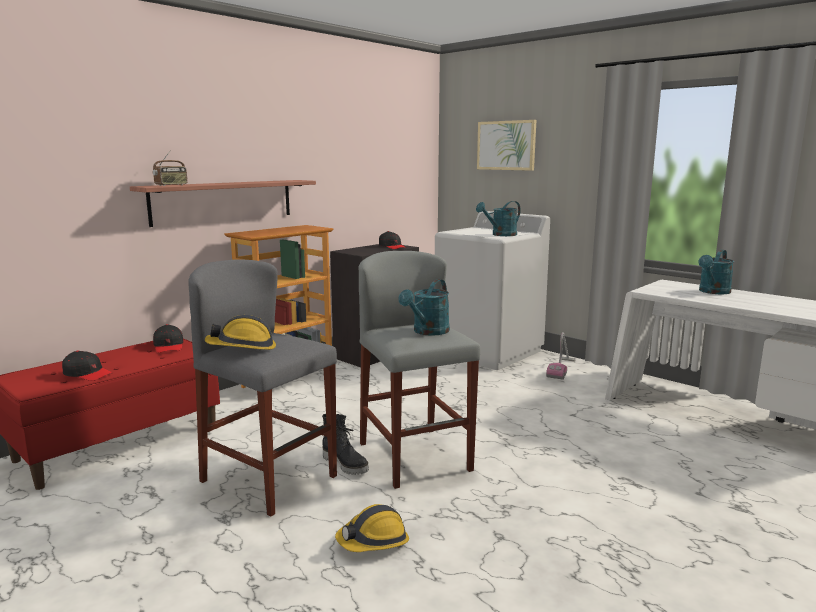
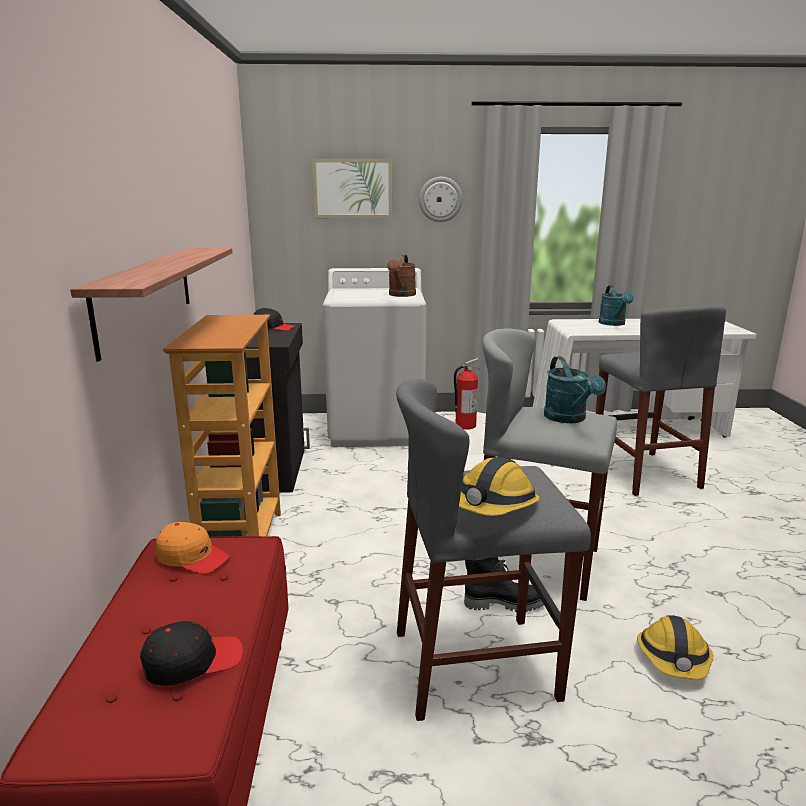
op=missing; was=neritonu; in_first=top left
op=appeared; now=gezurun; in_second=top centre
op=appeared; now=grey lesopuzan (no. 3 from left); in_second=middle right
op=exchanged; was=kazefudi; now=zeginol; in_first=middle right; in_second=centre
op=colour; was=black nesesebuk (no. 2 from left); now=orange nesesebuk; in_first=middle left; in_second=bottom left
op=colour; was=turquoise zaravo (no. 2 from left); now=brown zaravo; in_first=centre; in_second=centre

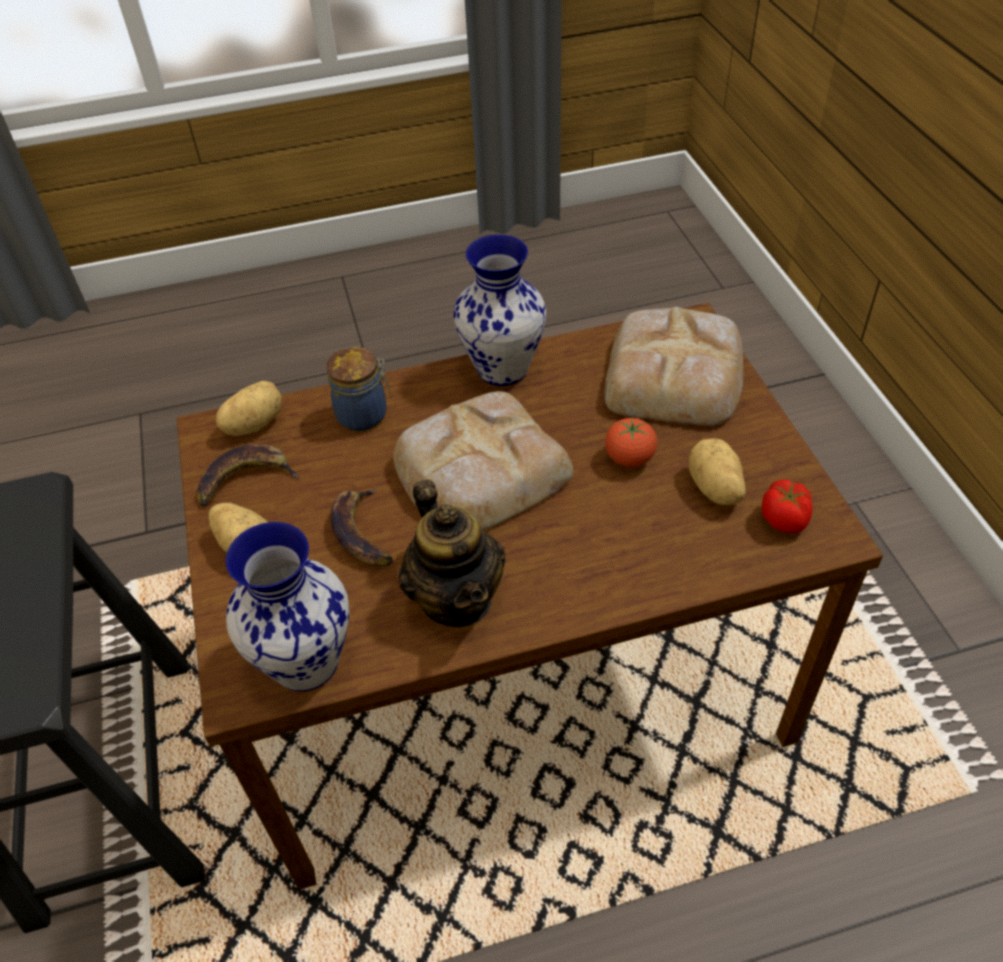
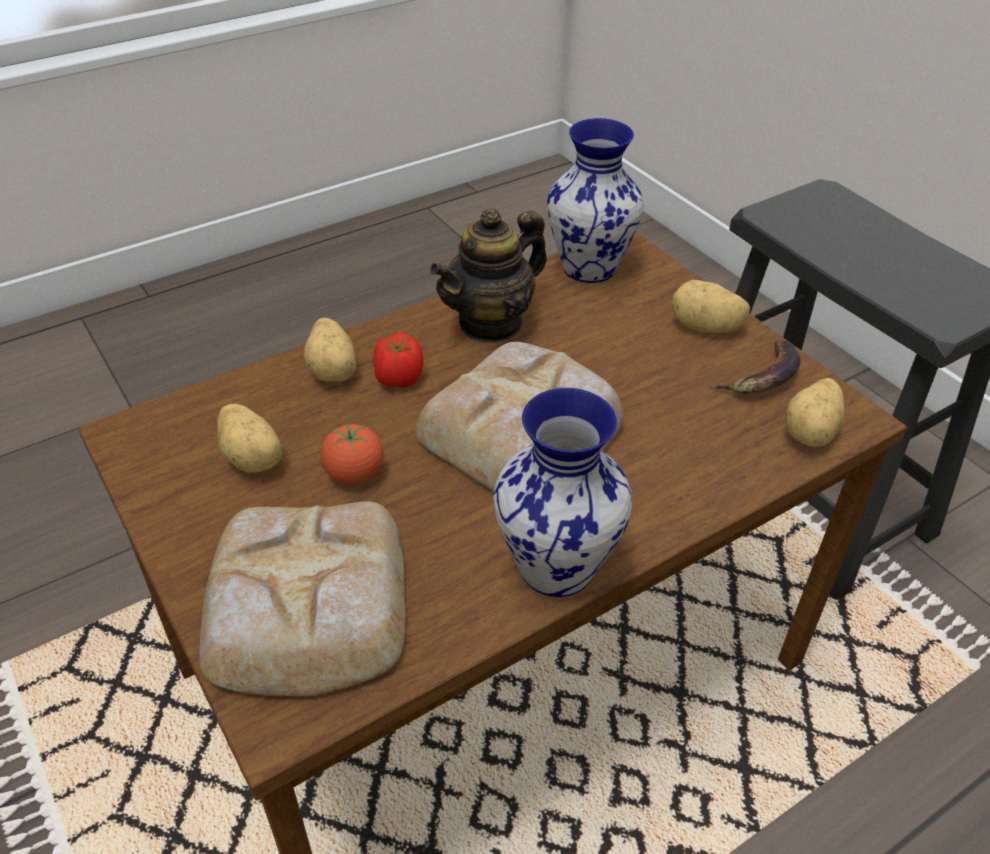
op=missing; was=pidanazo; in_first=centre
op=missing; was=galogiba (no. 2 from left); in_first=centre
op=appeared; now=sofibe (no. 2 from left); in_second=centre
op=relocated; was=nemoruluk (no. 2 from left); in_first=middle right; in_second=centre
op=spun; was=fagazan; in_first=centre; in_second=top centre; clockwise=-90

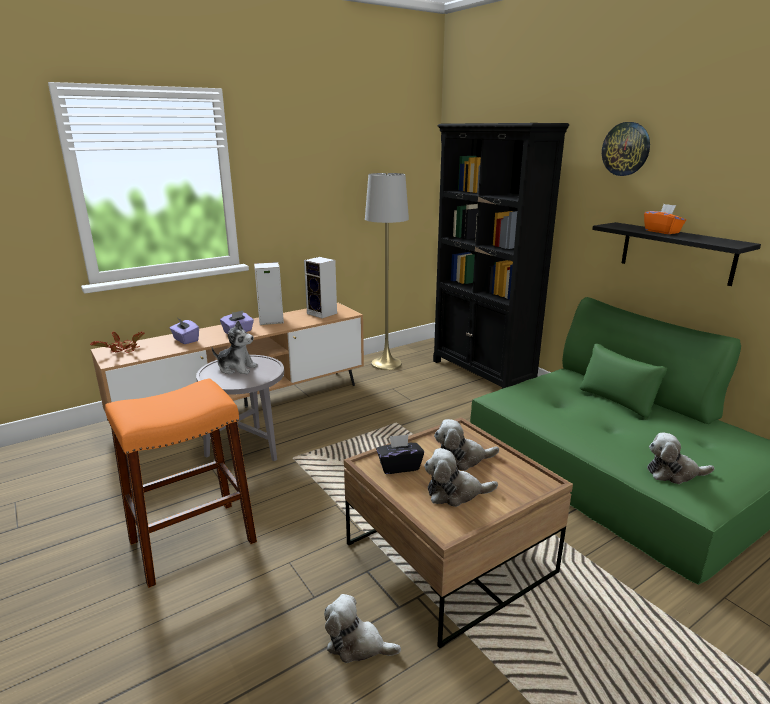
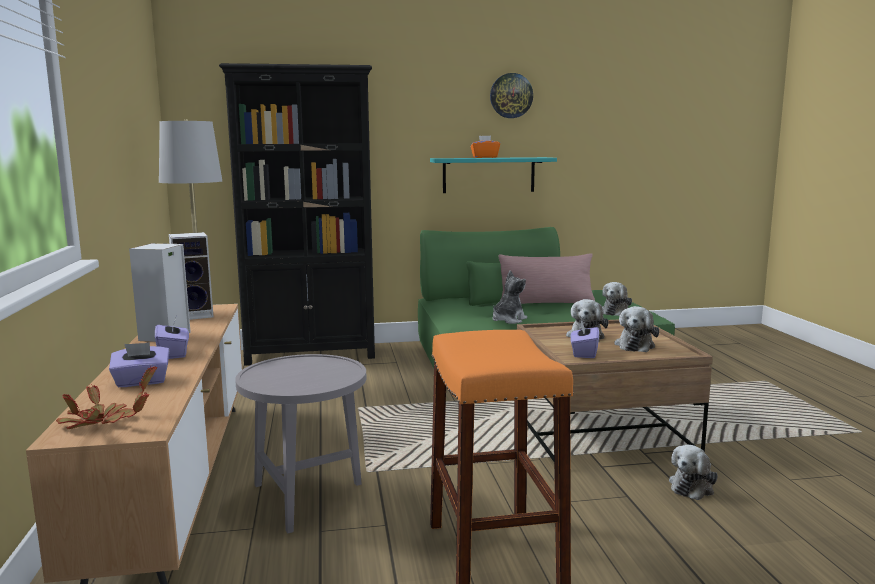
op=appeared; now=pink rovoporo; in_second=centre
op=relocated; was=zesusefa (no. 1 from left); in_first=middle left; in_second=centre
op=relocated; was=gezurun; in_first=top right; in_second=top centre
op=colour; was=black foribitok; now=purple foribitok (no. 3 from left); in_first=centre; in_second=middle right
op=colour; was=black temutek; now=turquoise temutek; in_first=middle right; in_second=top centre

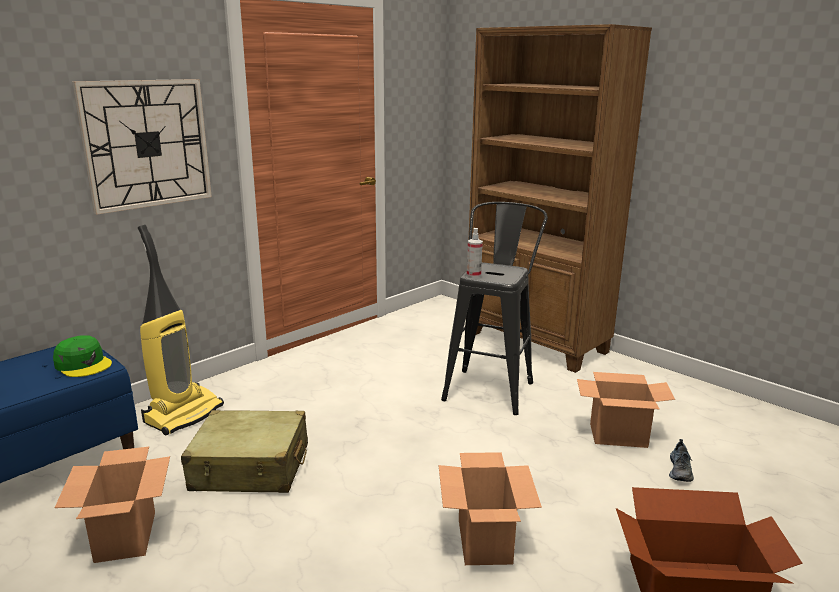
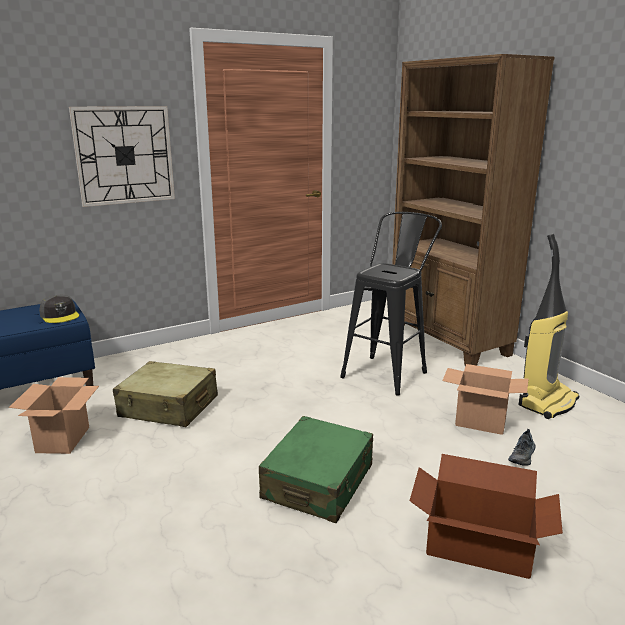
op=missing; was=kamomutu; in_first=centre
op=relocated; was=kazefudi; in_first=middle left; in_second=middle right
op=exchanged; was=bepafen (no. 2 from left); now=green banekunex; in_first=bottom centre; in_second=bottom centre
op=colour; was=green nesesebuk; now=grey nesesebuk; in_first=middle left; in_second=middle left

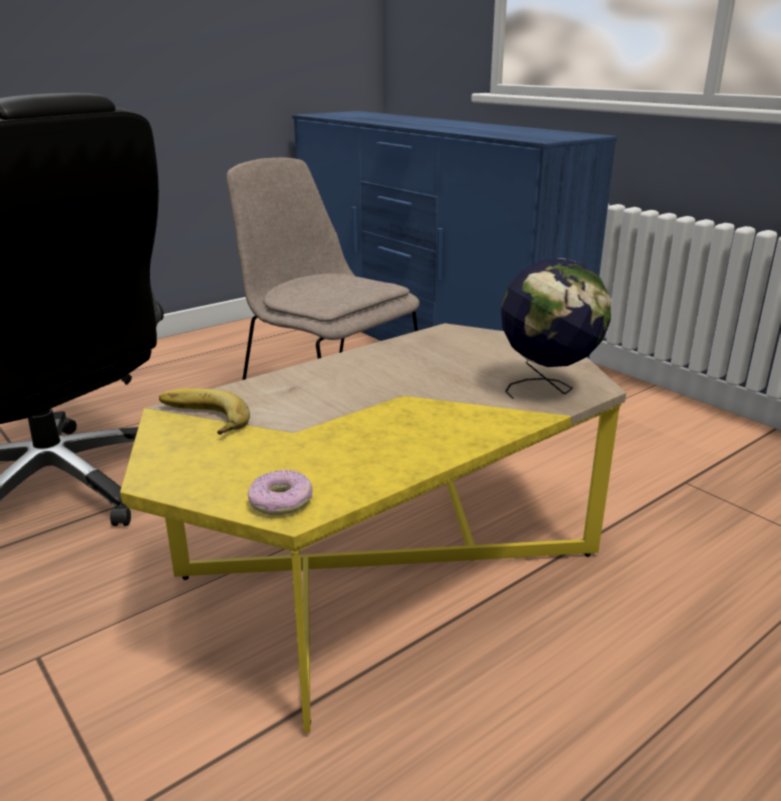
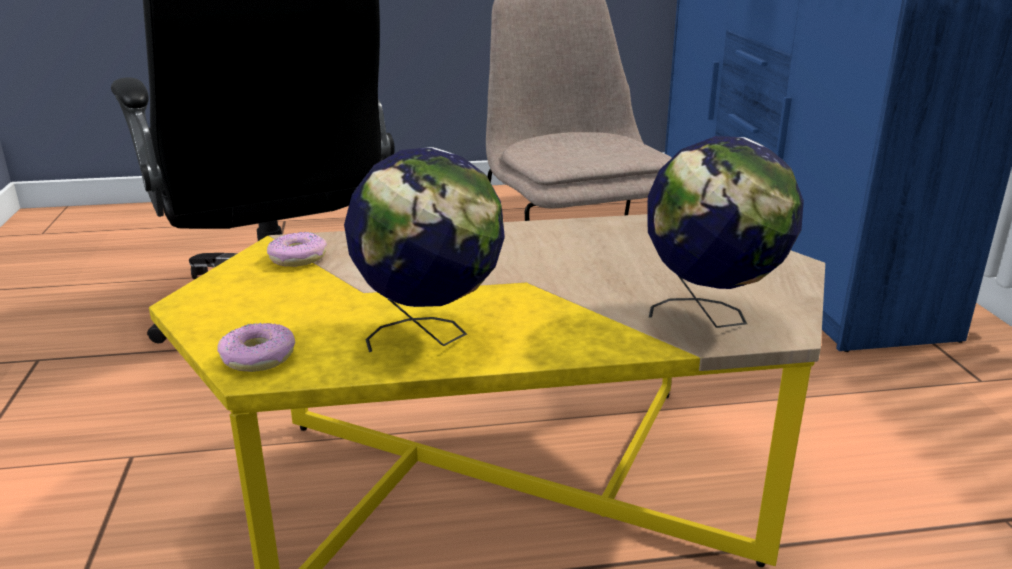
op=appeared; now=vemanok (no. 1 from left); in_second=centre
op=exchanged; was=galogiba; now=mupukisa (no. 2 from left); in_first=middle left; in_second=middle left

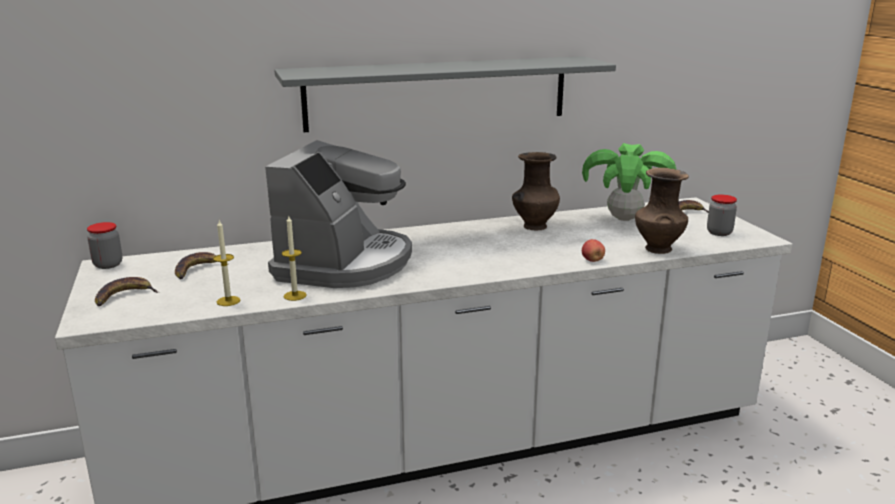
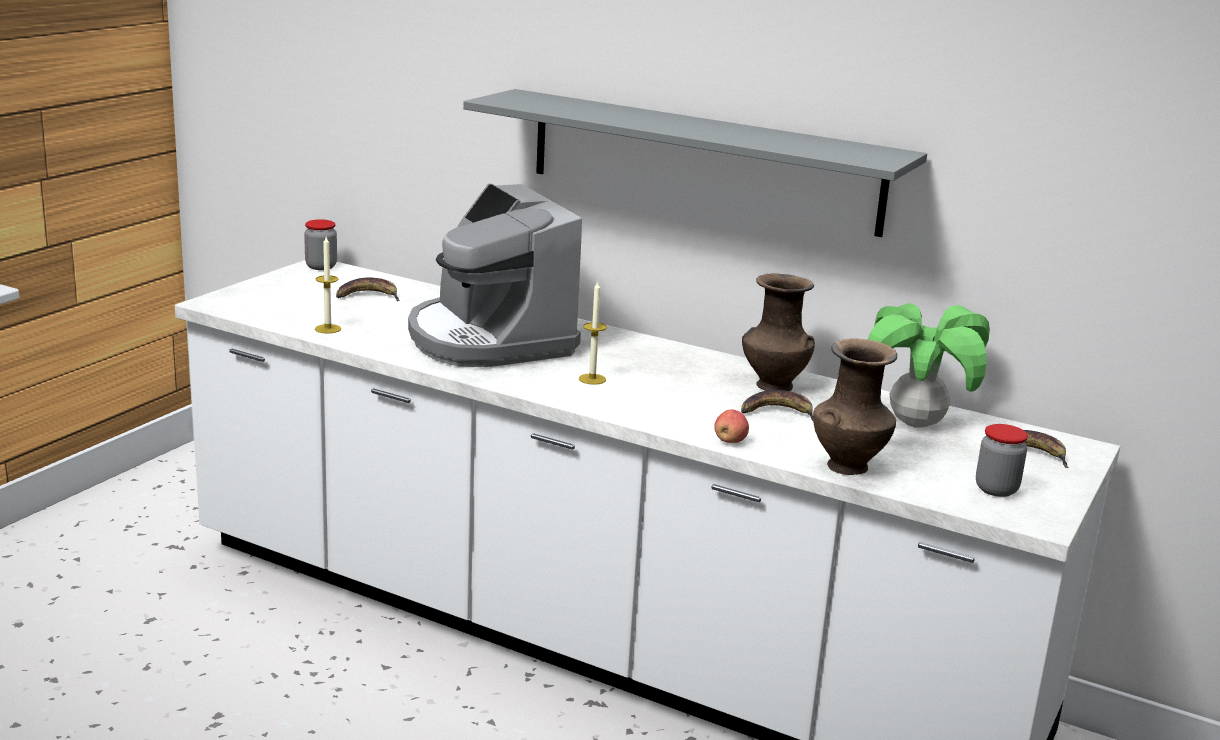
op=relocated; was=galogiba (no. 1 from left in the first image); now=galogiba (no. 2 from left); in_first=middle left; in_second=centre
op=relocated; was=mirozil (no. 2 from left); in_first=middle left; in_second=centre
op=spun; was=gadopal; in_first=centre; in_second=centre; clockwise=90

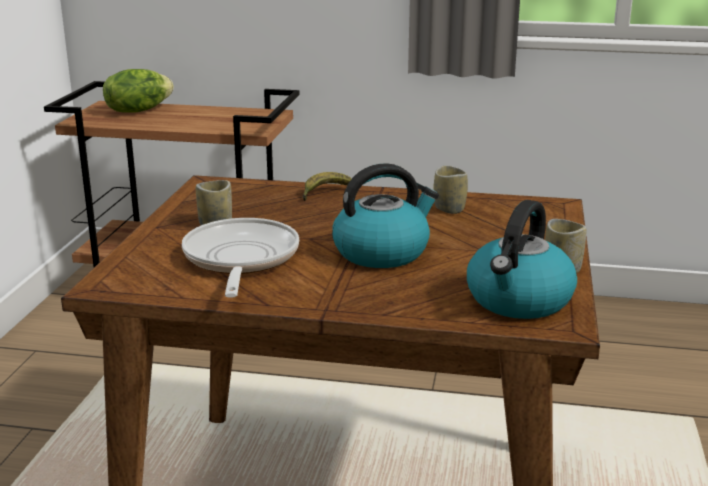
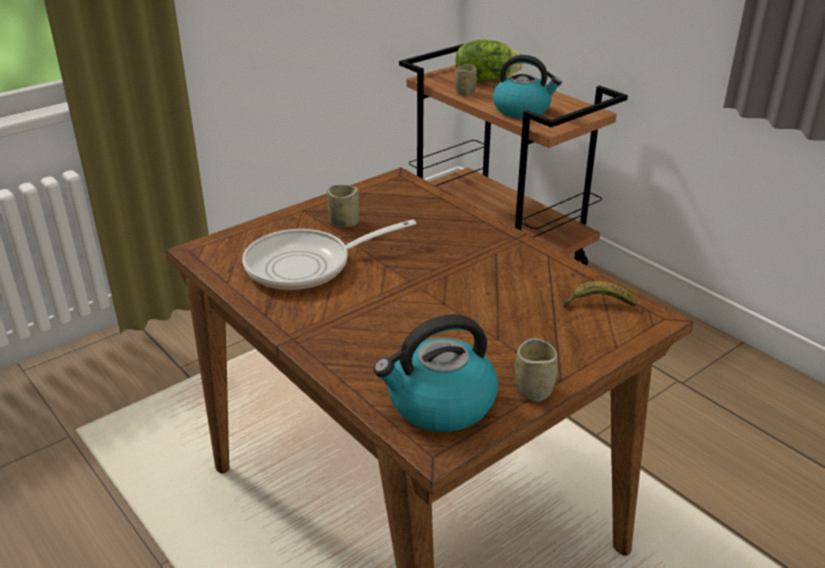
op=relocated; was=galogiba; in_first=centre; in_second=middle right
op=relocated; was=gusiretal (no. 1 from left in the first image); now=gusiretal (no. 2 from left); in_first=centre; in_second=top centre
op=relocated; was=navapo (no. 2 from left); in_first=centre; in_second=top centre
op=spun; was=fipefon; in_first=centre; in_second=centre; clockwise=-150

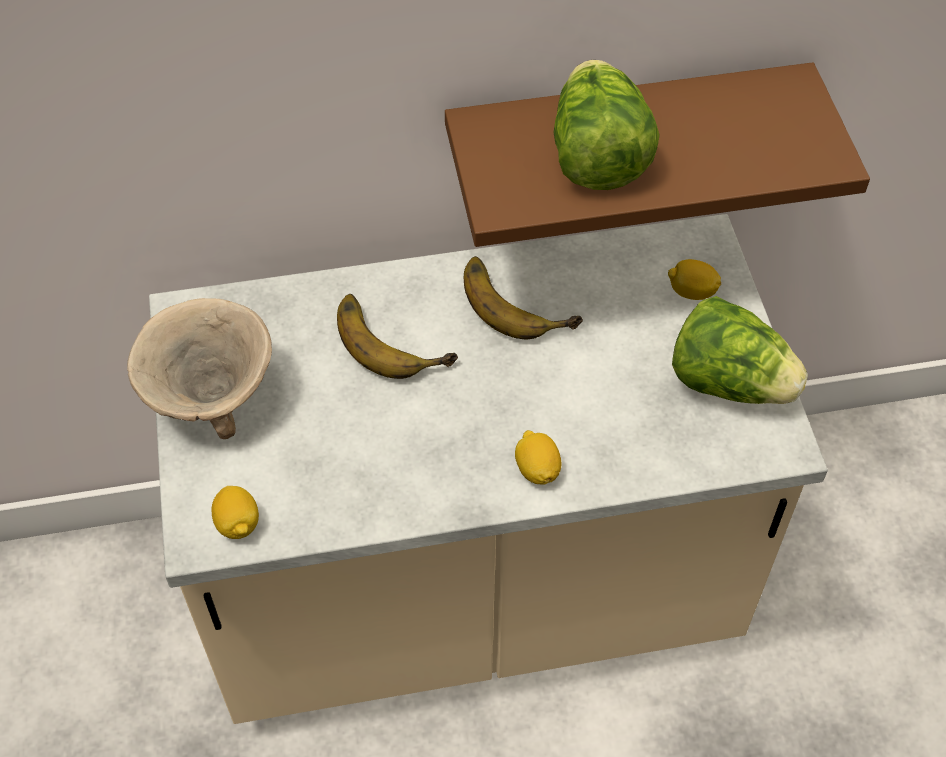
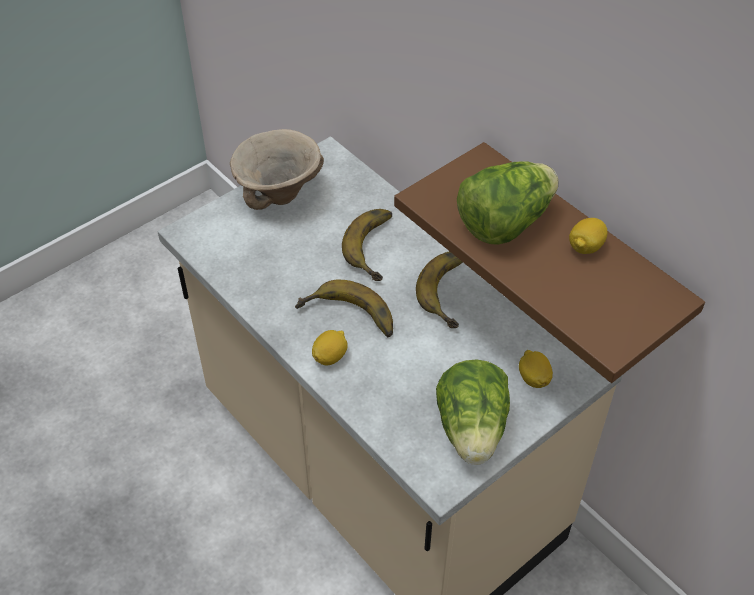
op=appeared; now=galogiba (no. 1 from left); in_second=centre
op=relocated; was=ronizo (no. 1 from left in the first image); now=ronizo (no. 3 from left); in_first=bottom left; in_second=middle right

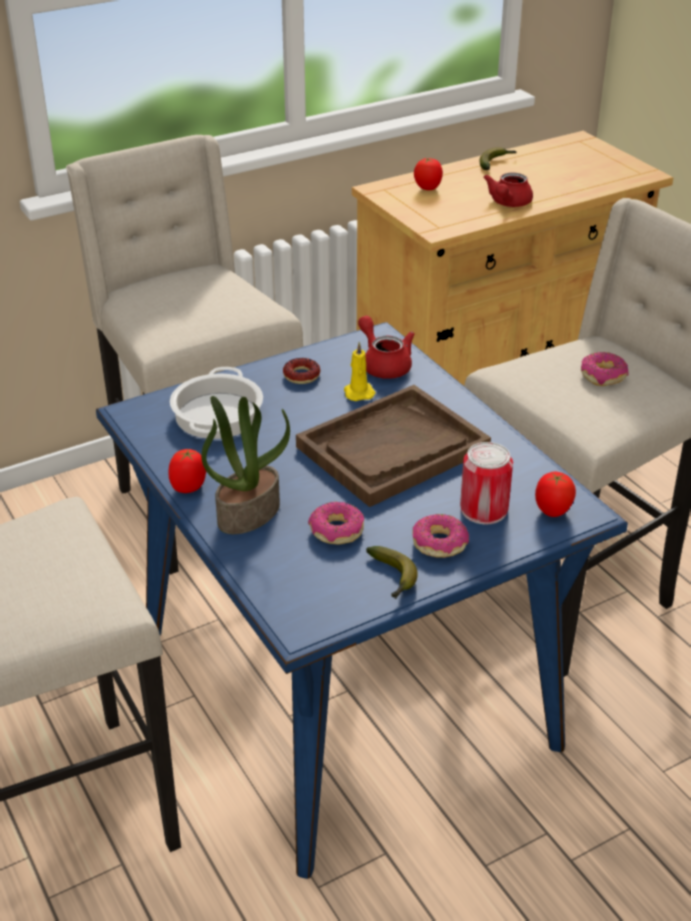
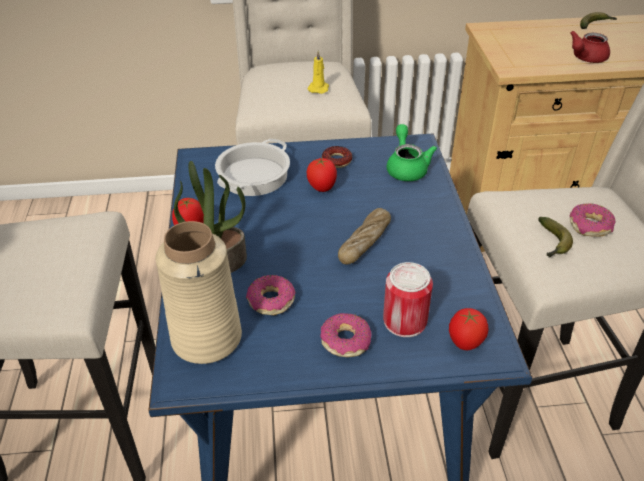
op=appeared; now=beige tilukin; in_second=middle left
op=relocated; was=yellow mirozil; in_first=centre; in_second=top centre
op=relocated; was=galogiba (no. 1 from left); in_first=centre; in_second=middle right
op=relocated; was=nemoruluk (no. 2 from left); in_first=top centre; in_second=centre
op=exchanged; was=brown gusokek; now=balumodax; in_first=centre; in_second=centre
op=colour; was=red fagazan (no. 1 from left); now=green fagazan; in_first=centre; in_second=top centre

